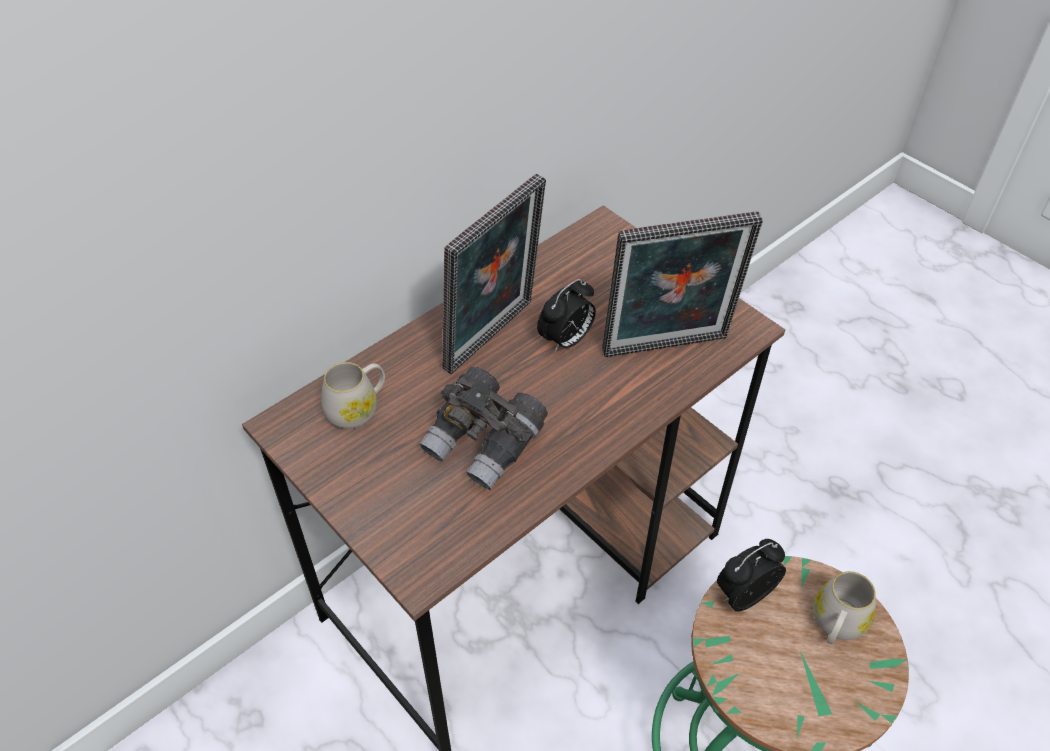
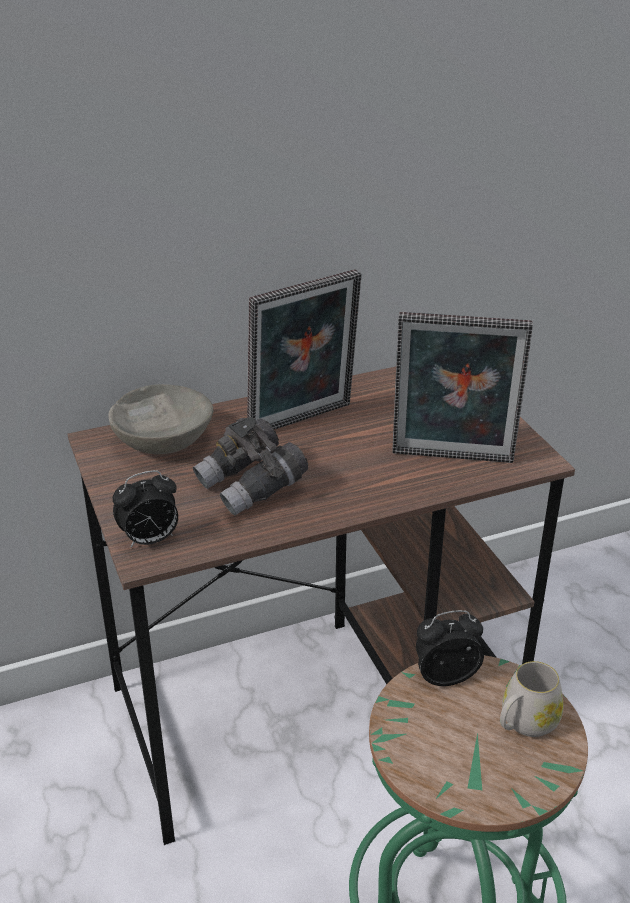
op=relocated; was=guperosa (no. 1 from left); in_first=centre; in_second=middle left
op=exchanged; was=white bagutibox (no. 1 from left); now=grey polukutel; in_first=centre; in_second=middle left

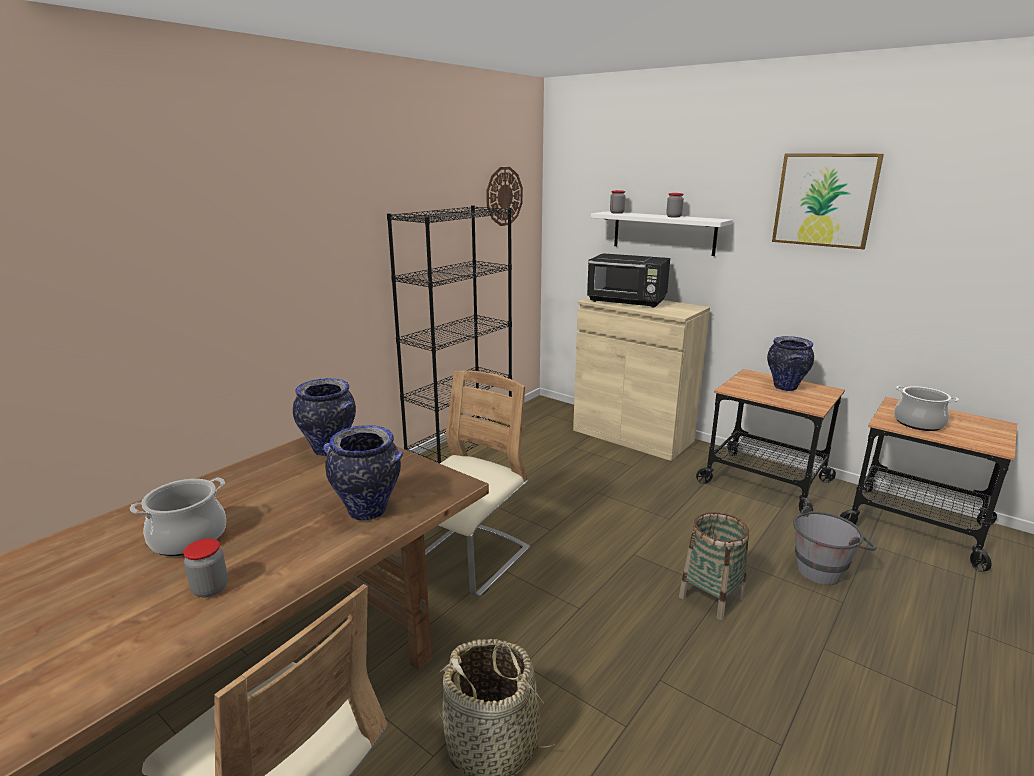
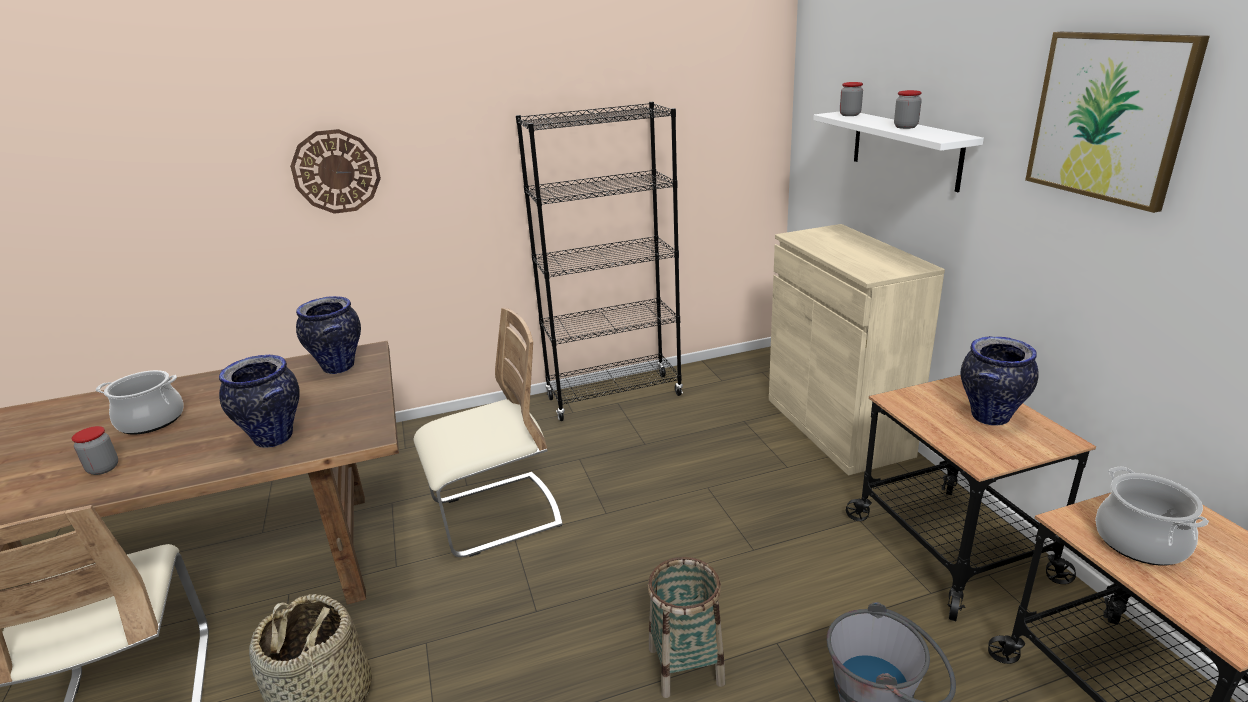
op=missing; was=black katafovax; in_first=centre
op=relocated; was=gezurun; in_first=top centre; in_second=top left

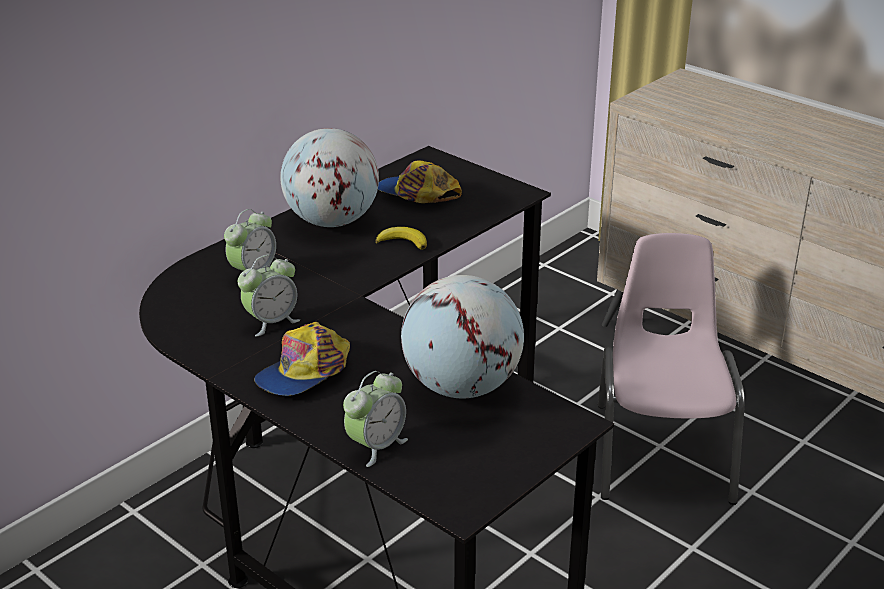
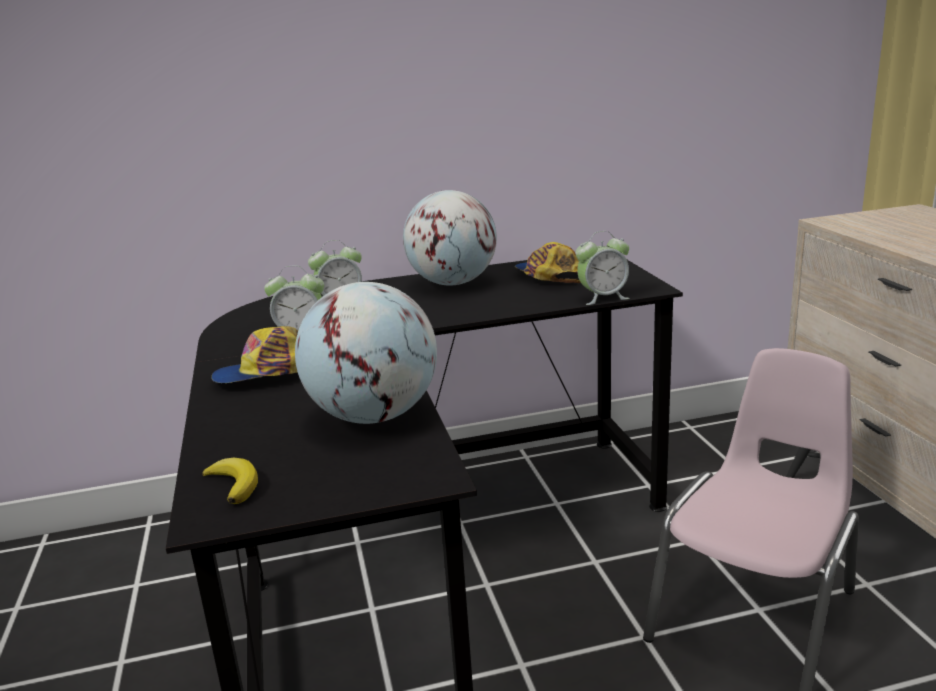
op=relocated; was=guperosa (no. 3 from left); in_first=bottom centre; in_second=centre
op=relocated; was=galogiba; in_first=centre; in_second=bottom left

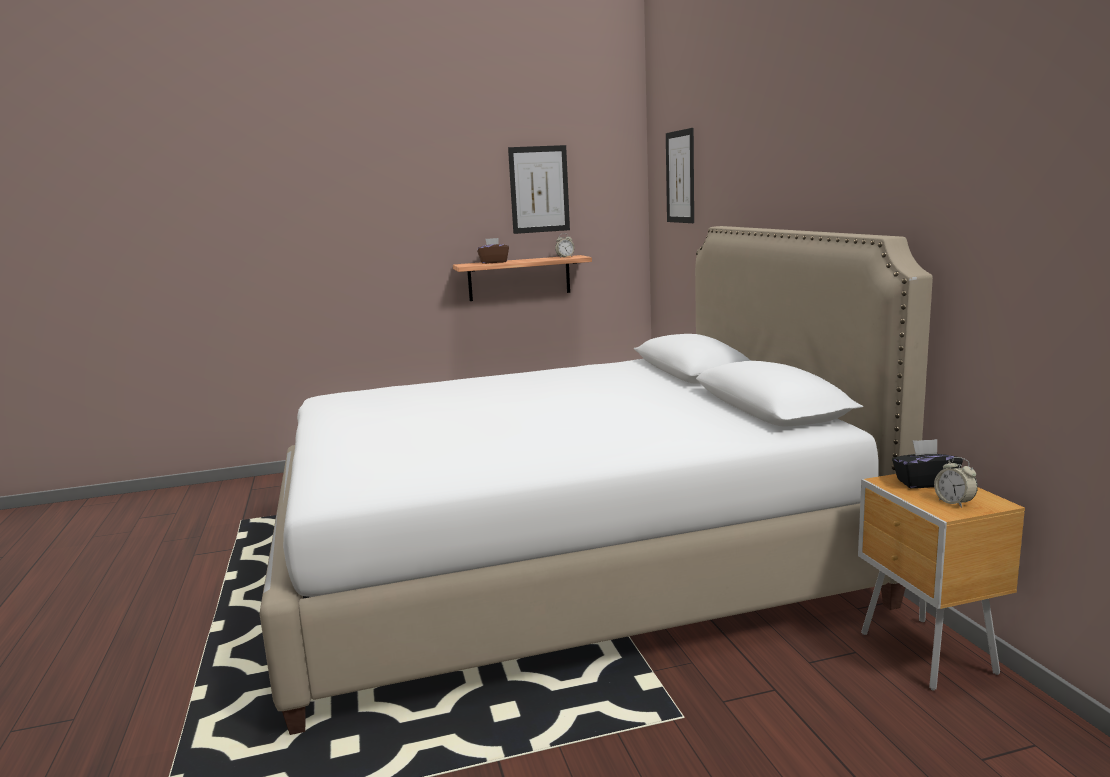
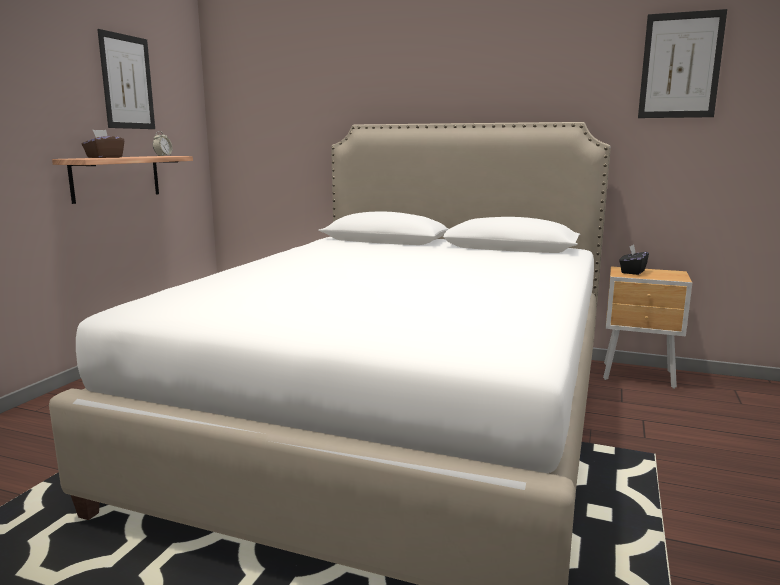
op=missing; was=guperosa (no. 2 from left); in_first=middle right
op=relocated; was=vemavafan (no. 2 from left); in_first=top centre; in_second=top right

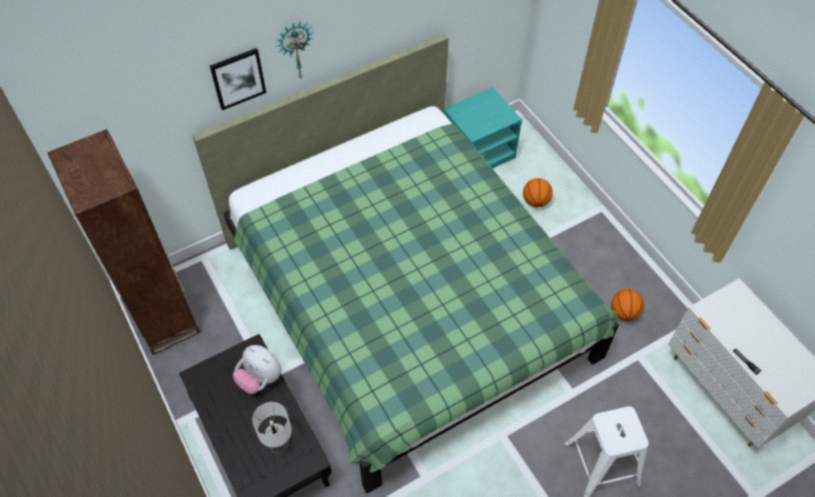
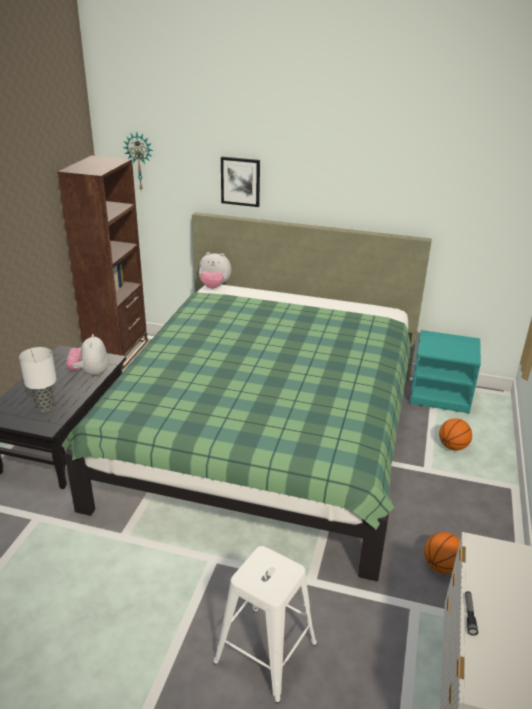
op=appeared; now=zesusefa (no. 2 from left); in_second=centre
op=relocated; was=gezurun; in_first=top centre; in_second=top left

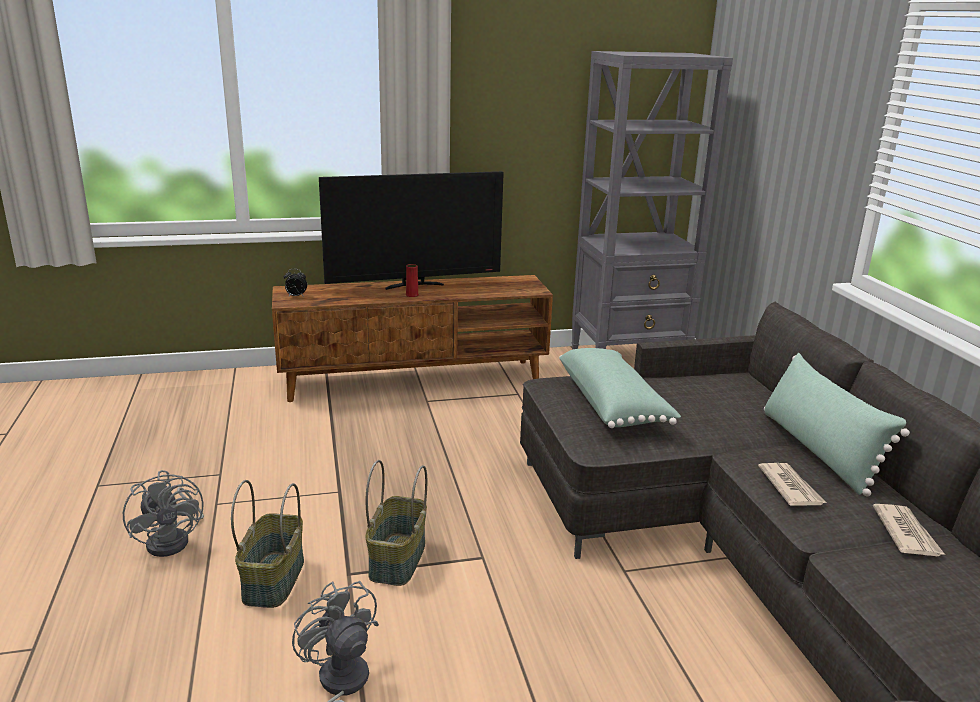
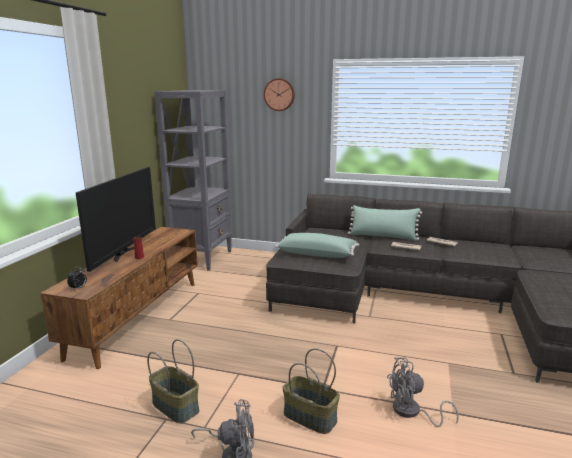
op=appeared; now=gezurun; in_second=top centre
op=relocated; was=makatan (no. 2 from left in the first image); now=makatan (no. 1 from left); in_first=bottom centre; in_second=bottom left

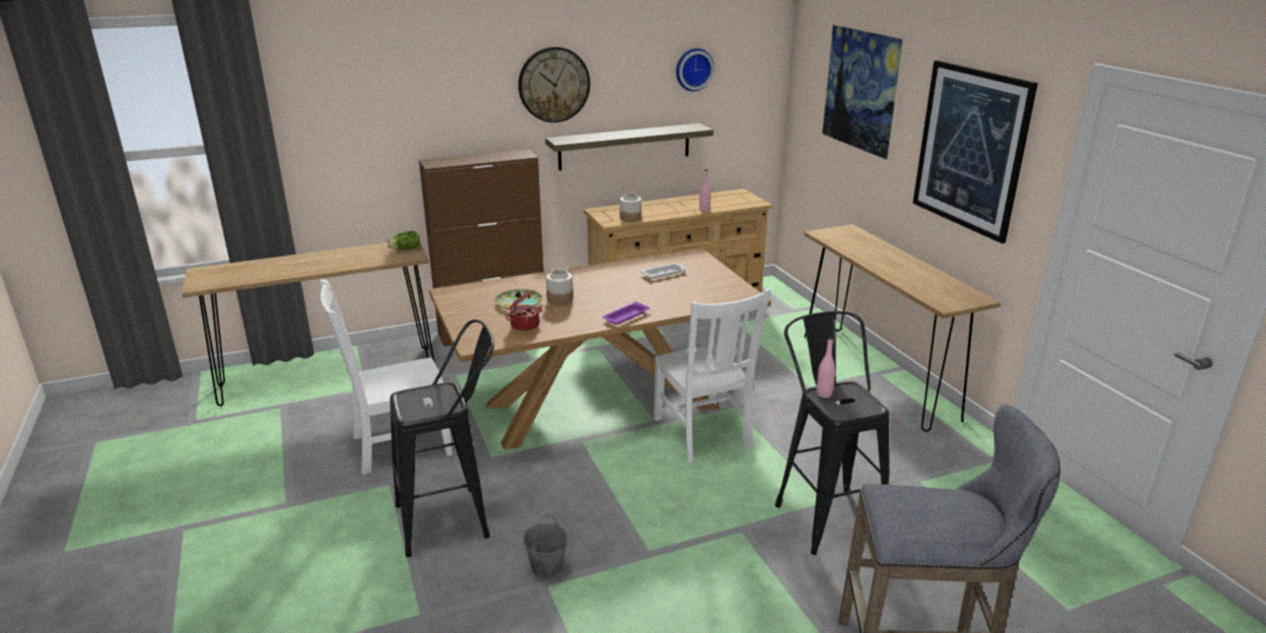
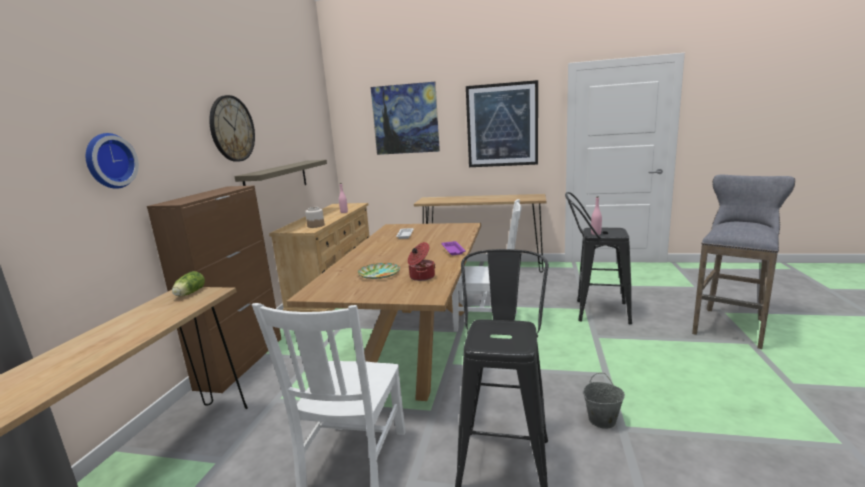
op=missing; was=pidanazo (no. 1 from left); in_first=centre
op=relocated; was=gezurun (no. 2 from left in the first image); now=gezurun (no. 1 from left); in_first=top centre; in_second=top left

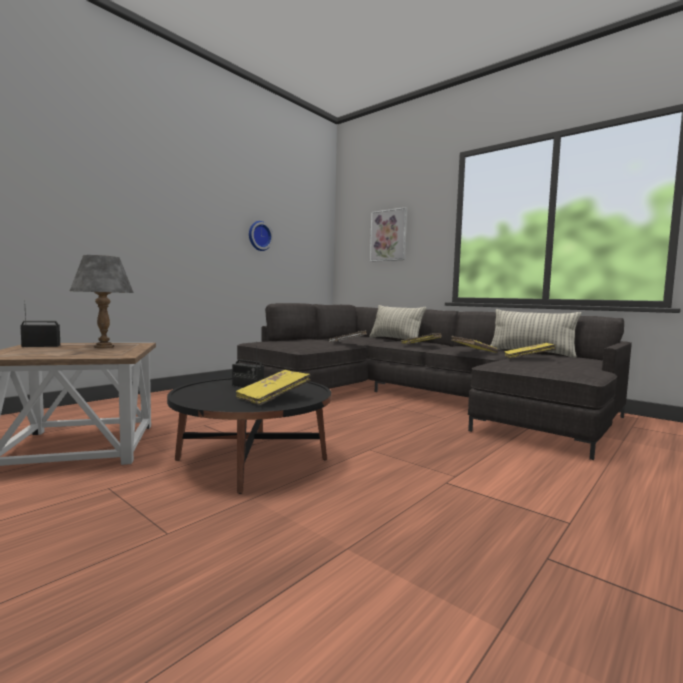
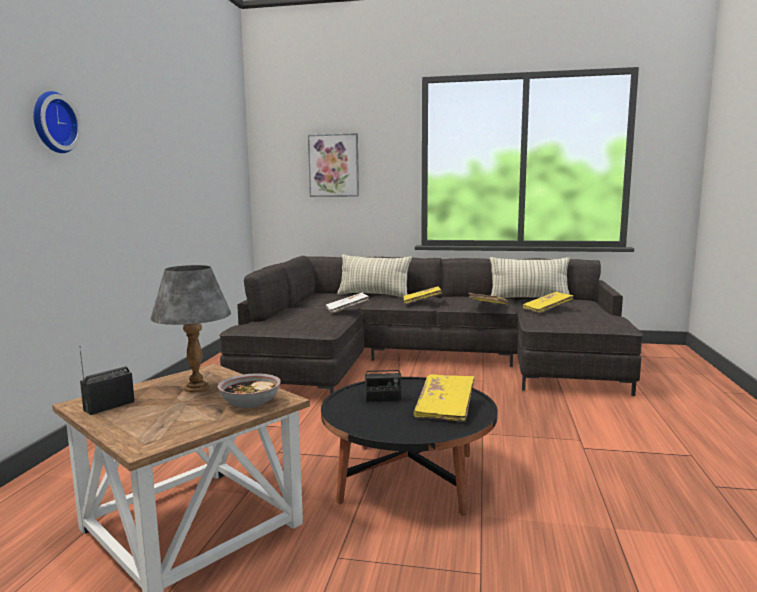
op=appeared; now=polukutel; in_second=middle left
op=relocated; was=gezurun; in_first=centre; in_second=top left

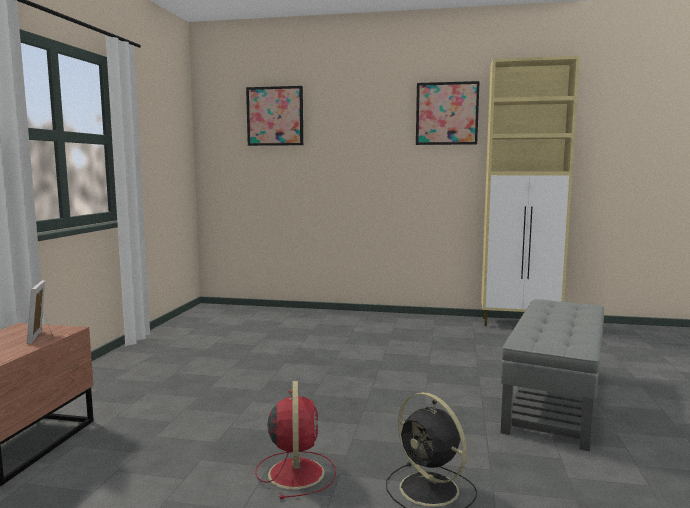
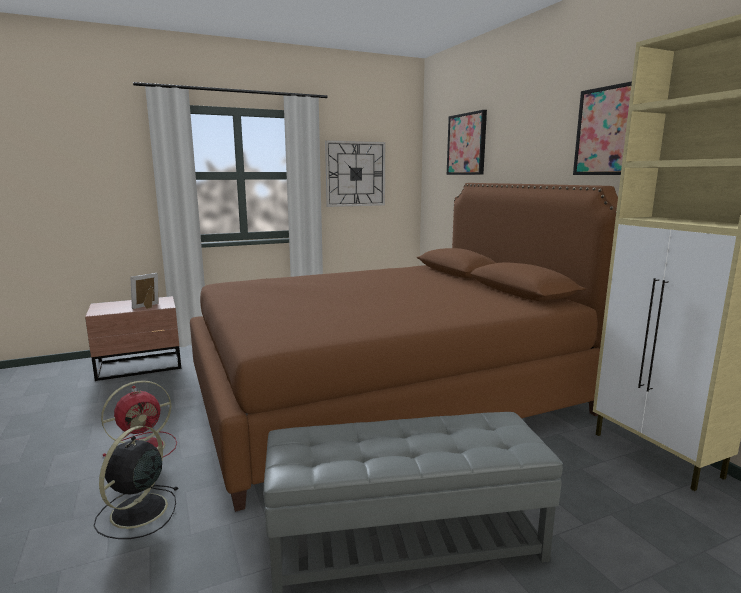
op=appeared; now=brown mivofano; in_second=centre
op=appeared; now=gezurun; in_second=top centre

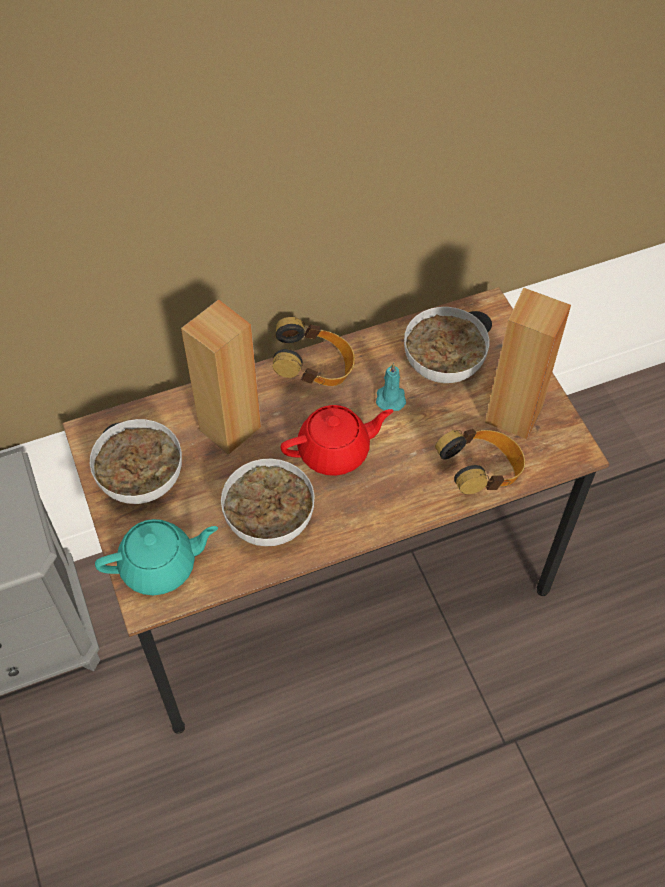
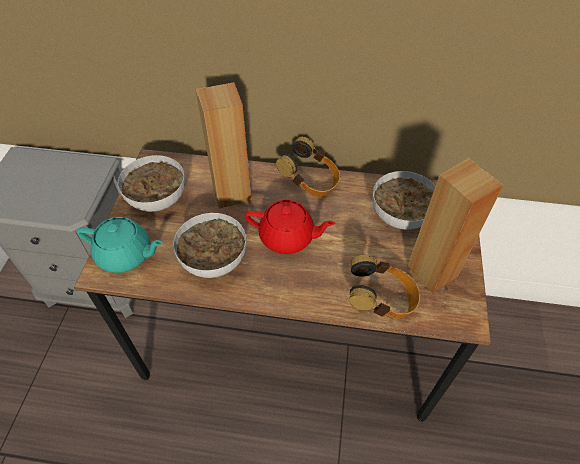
op=missing; was=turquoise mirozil; in_first=centre

